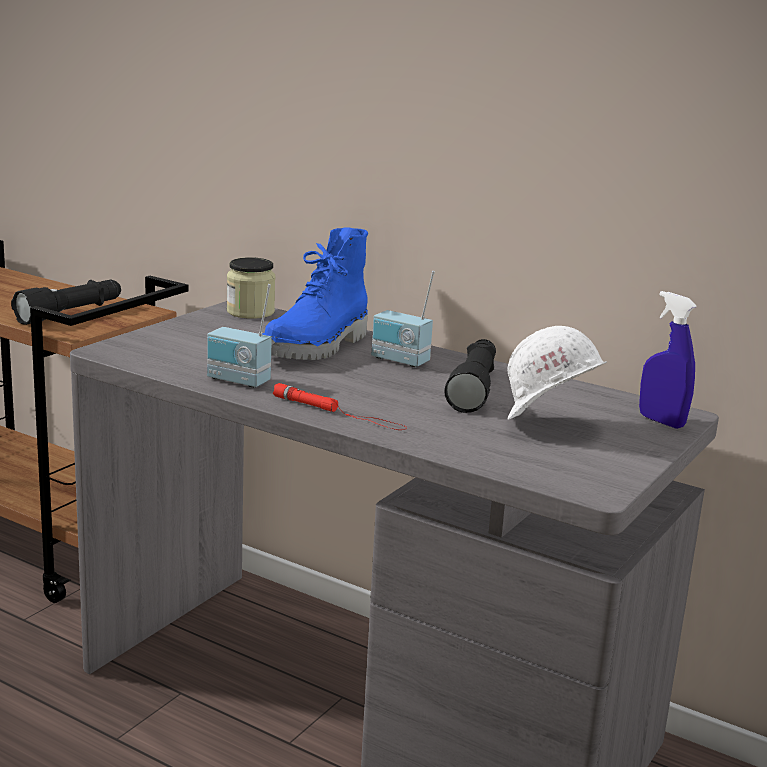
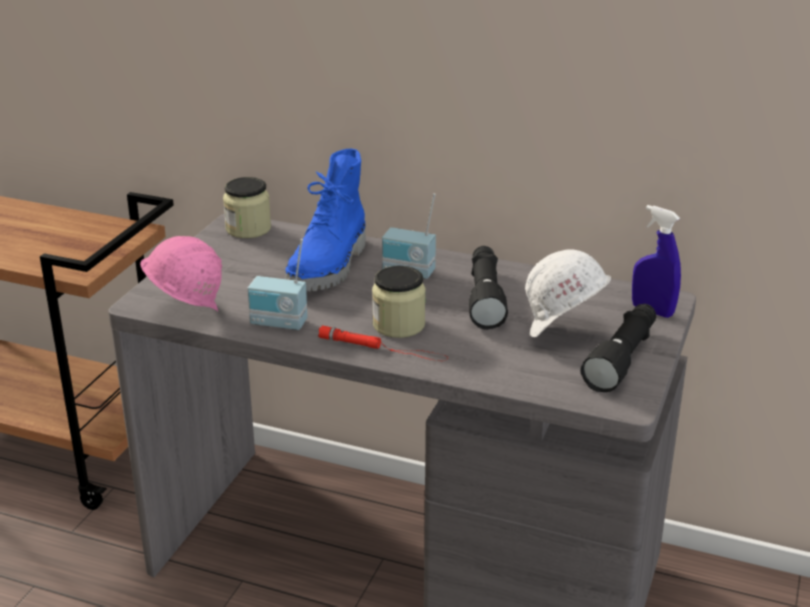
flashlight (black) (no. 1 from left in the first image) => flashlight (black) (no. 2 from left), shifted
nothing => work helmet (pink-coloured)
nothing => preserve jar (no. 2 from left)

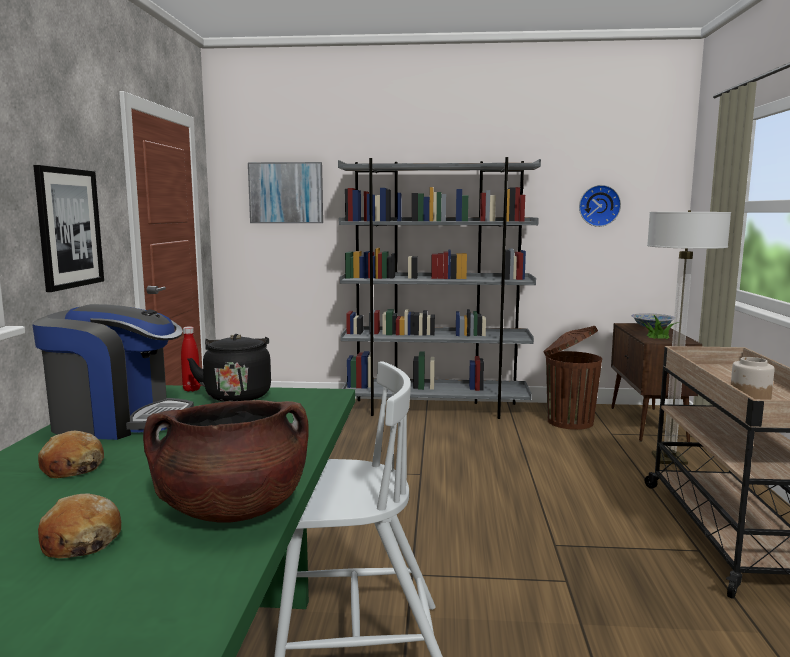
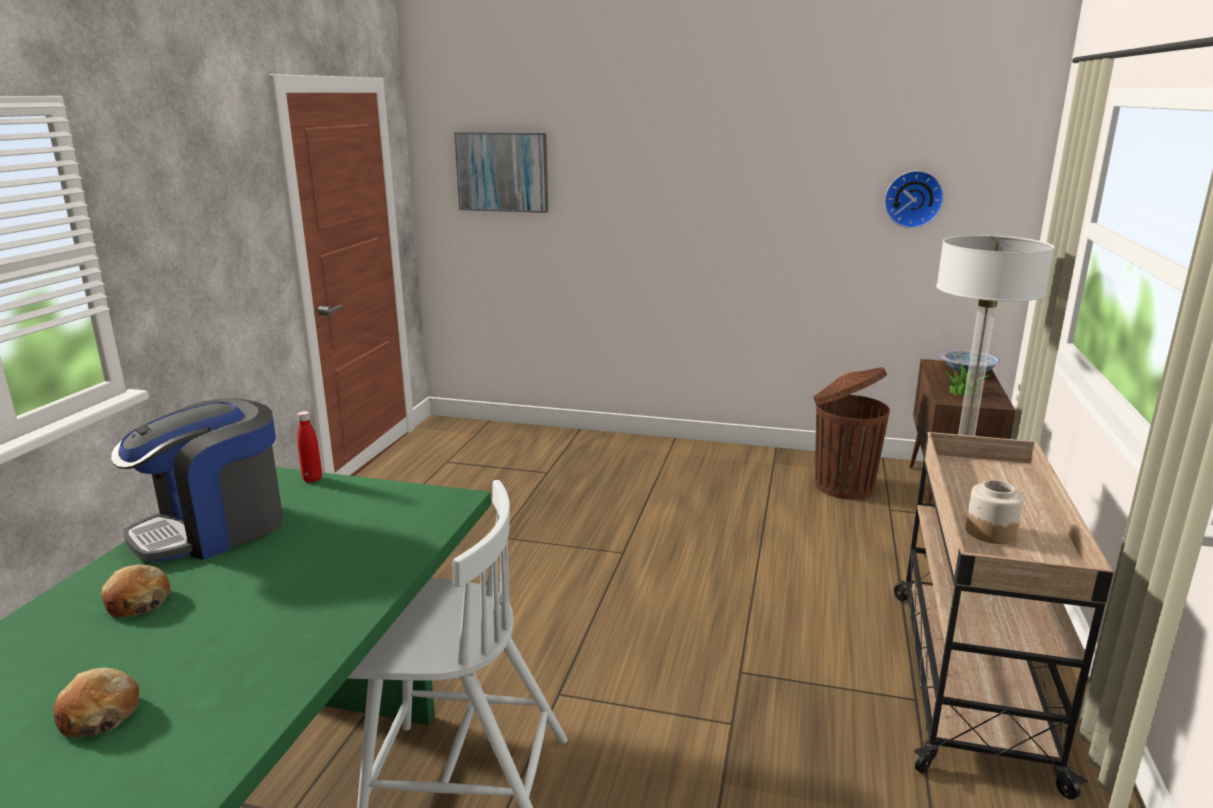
shelving unit (gray) => nothing
wall picture (no. 1 from left) => nothing
coffee brewer, 120 degrees clockwise
tea kettle (black) => nothing
stockpot (brown) => nothing

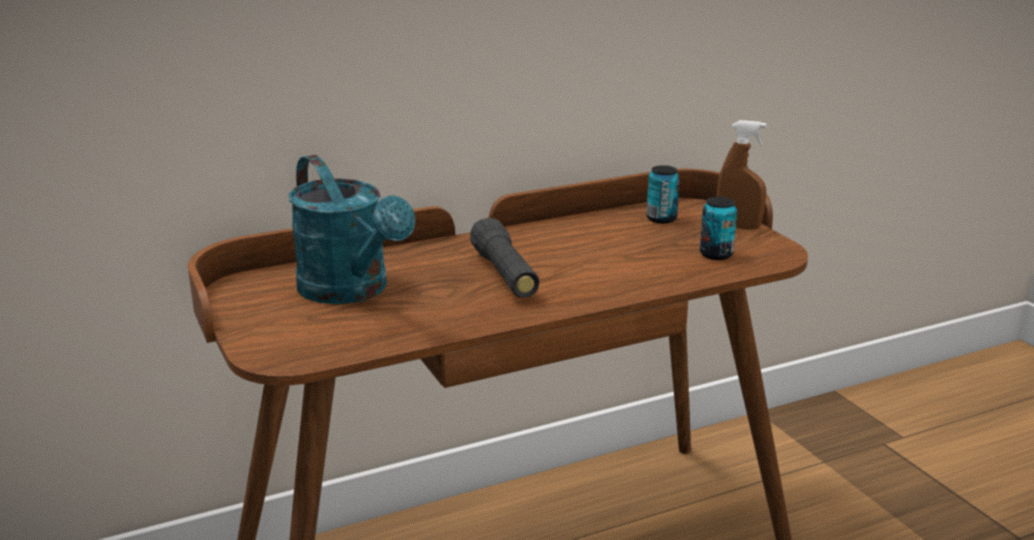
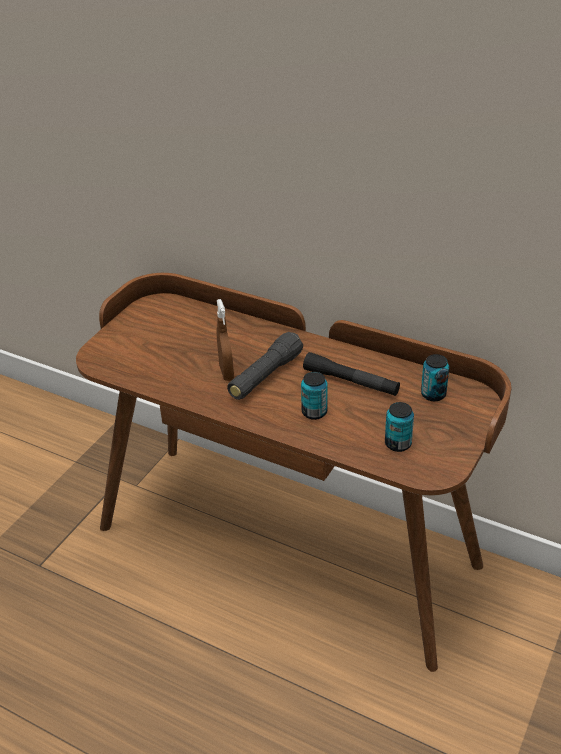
spray bottle (brown), shifted
sprinkling can (turquoise) => nothing
nothing => flashlight (black) (no. 2 from left)
nothing => can (no. 1 from left)

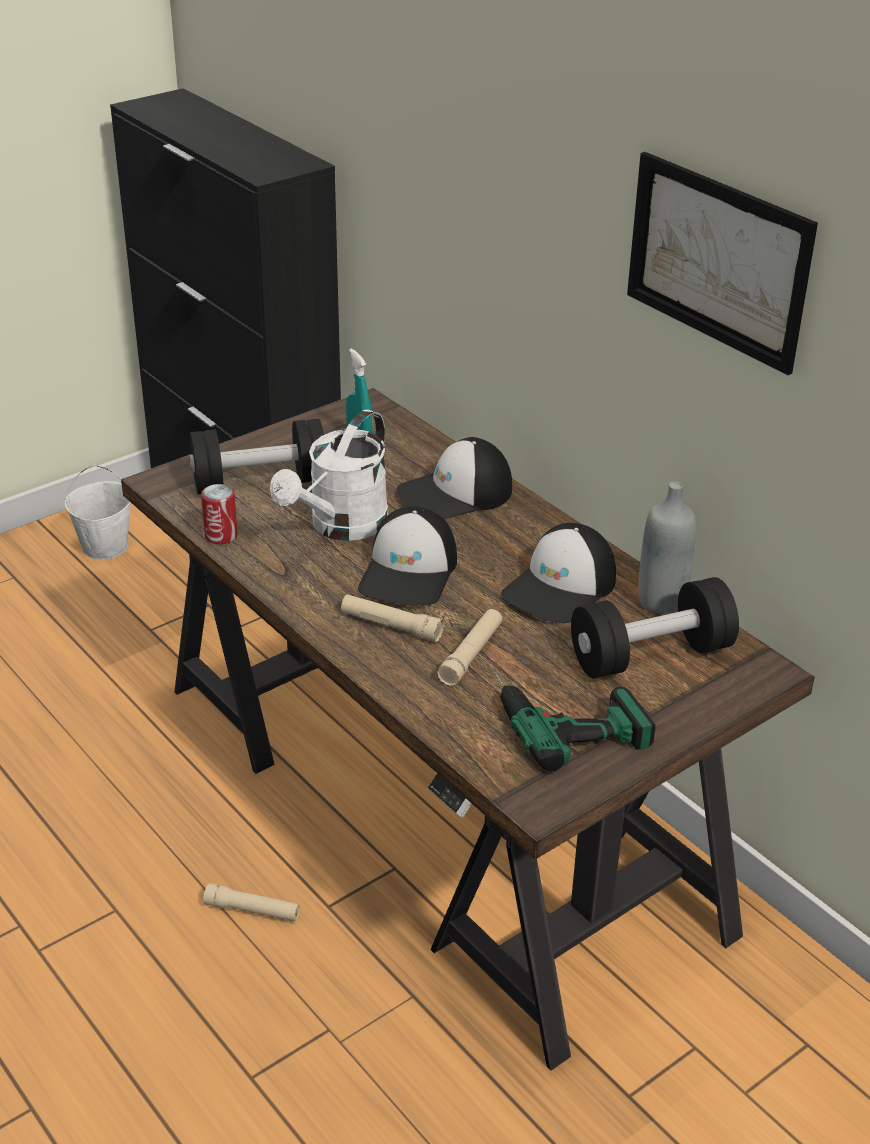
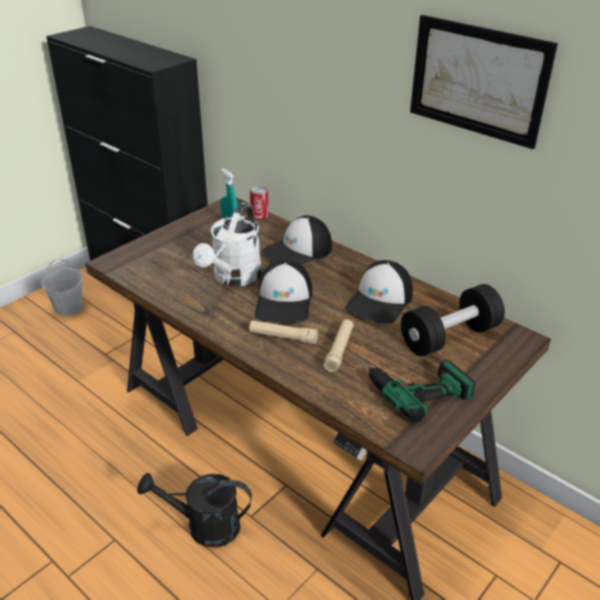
dumbbell (black) (no. 1 from left) => nothing
bottle (gray) => nothing
can, shifted
flashlight (beige) (no. 1 from left) => sprinkling can (black)

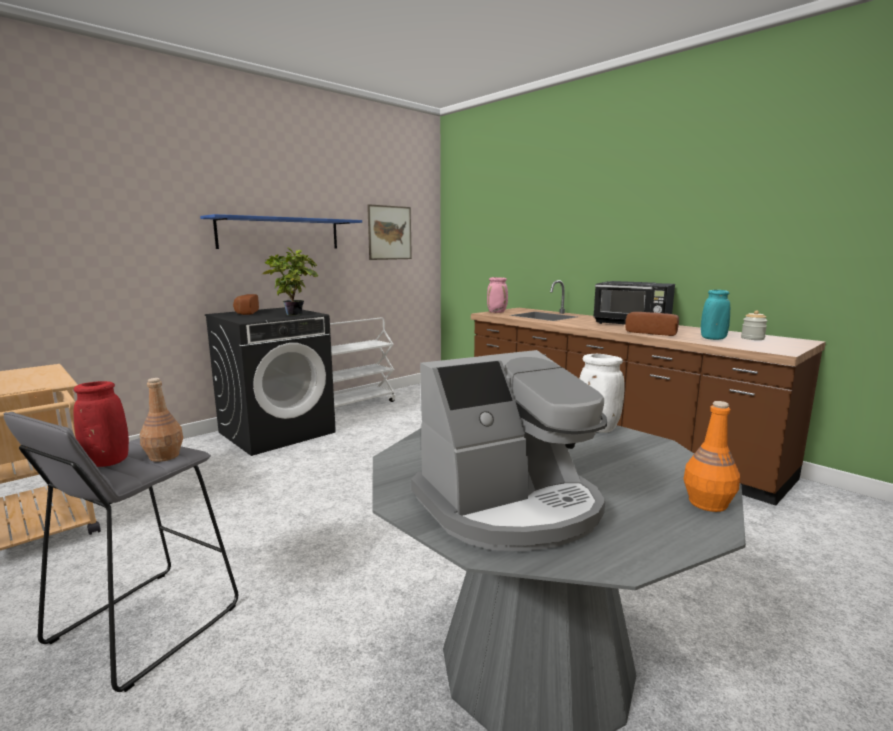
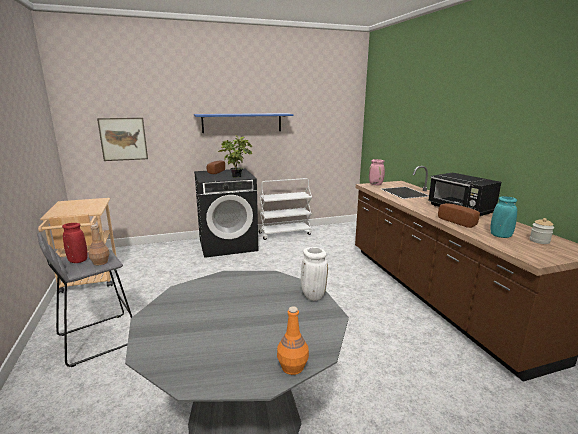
wall picture, shifted
coffee brewer => nothing

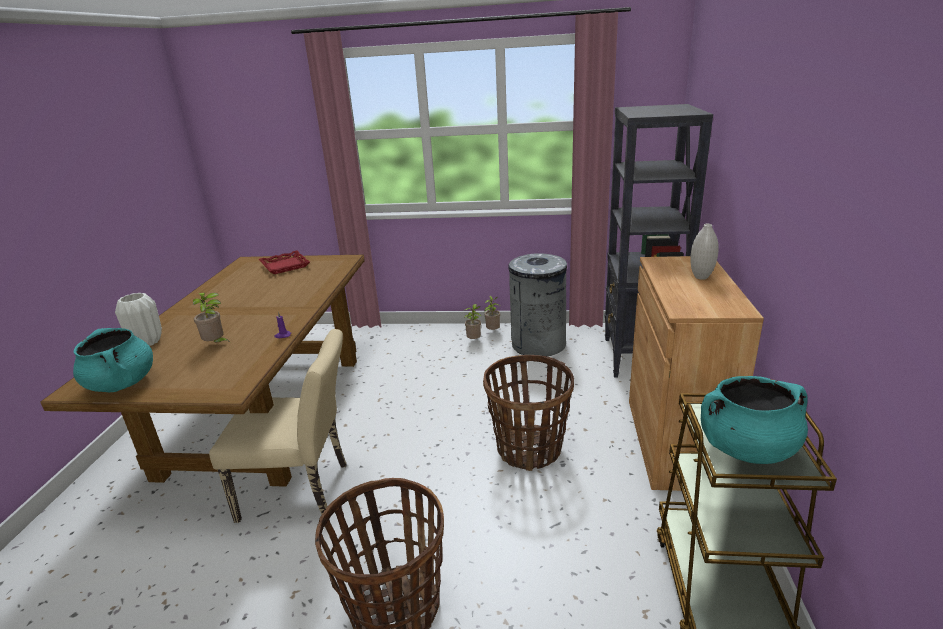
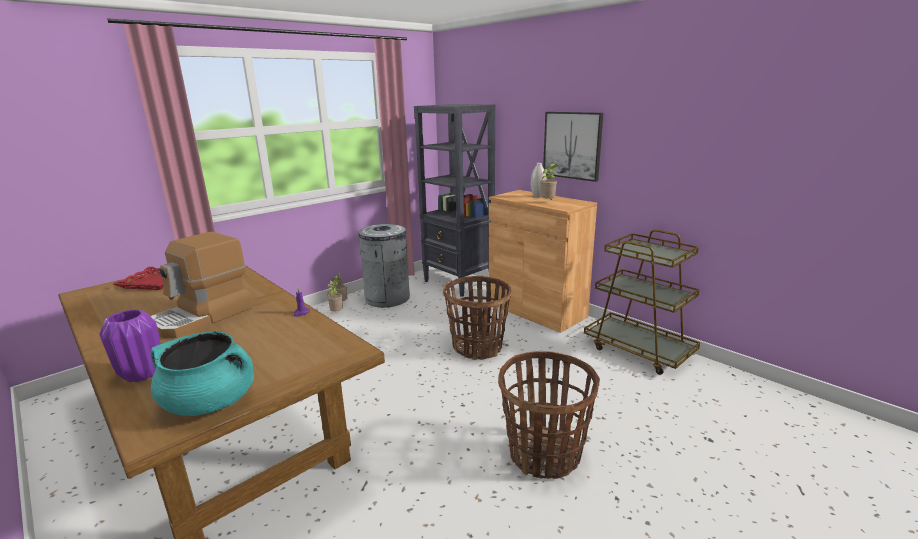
flower vase (whitish) (no. 1 from left) => flower vase (purple)
potted plant (no. 1 from left in the first image) => potted plant (no. 3 from left), shifted
upright chair (beige) => nothing
stockpot (turquoise) (no. 2 from left) => nothing
nothing => wall picture
nothing => coffee brewer

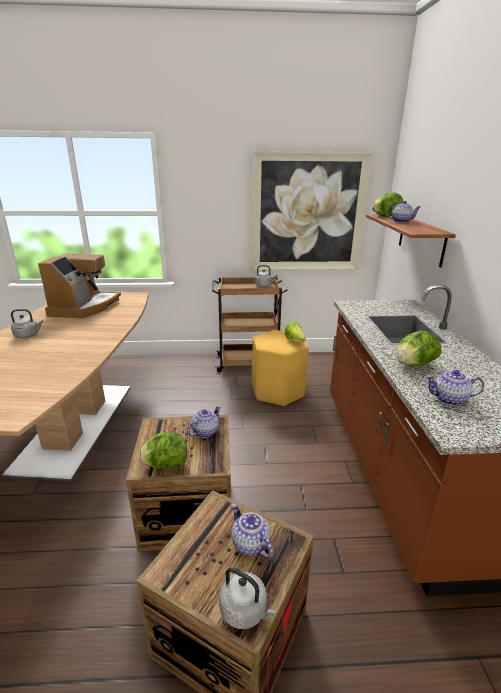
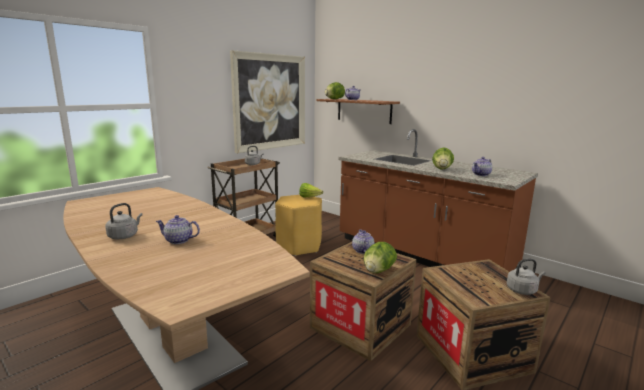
coffee brewer => nothing
tea pot (no. 2 from left in the first image) => tea pot (no. 1 from left), shifted

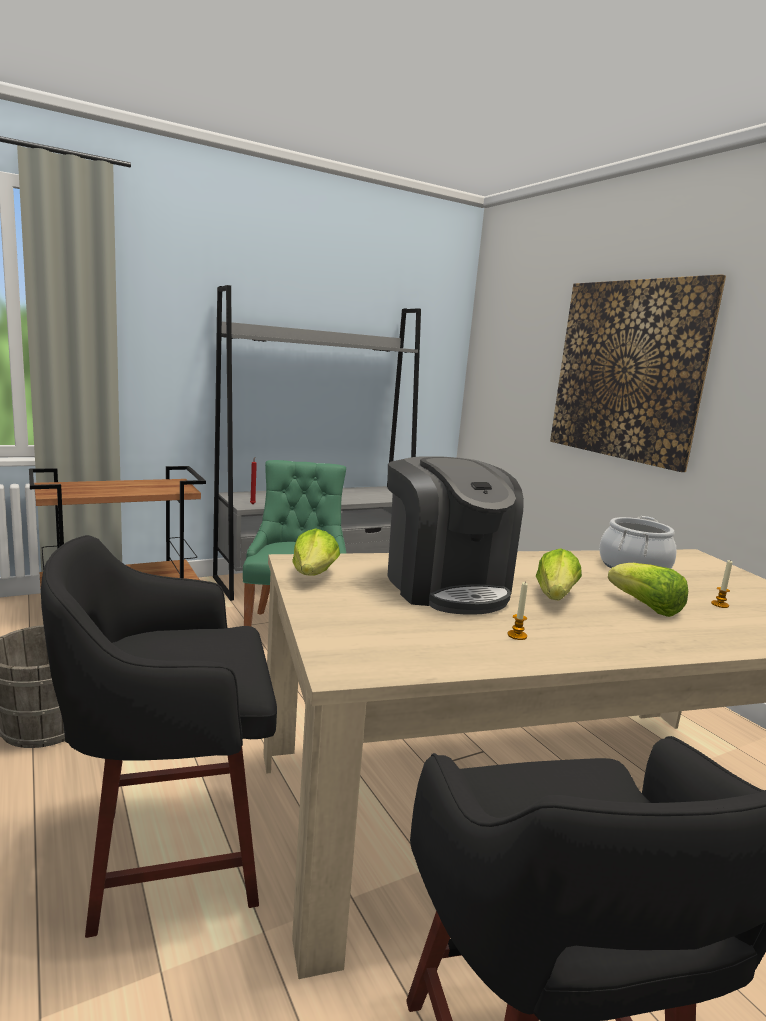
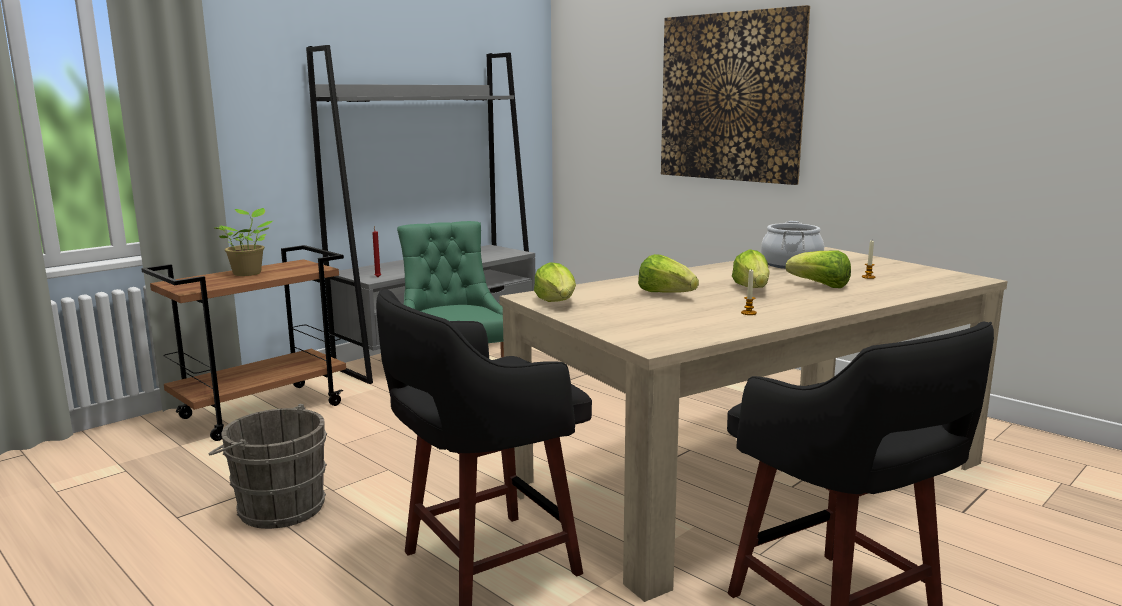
coffee brewer => lettuce (no. 2 from left)
nothing => potted plant

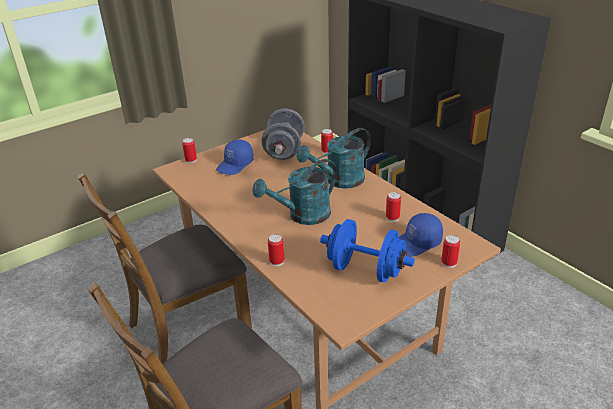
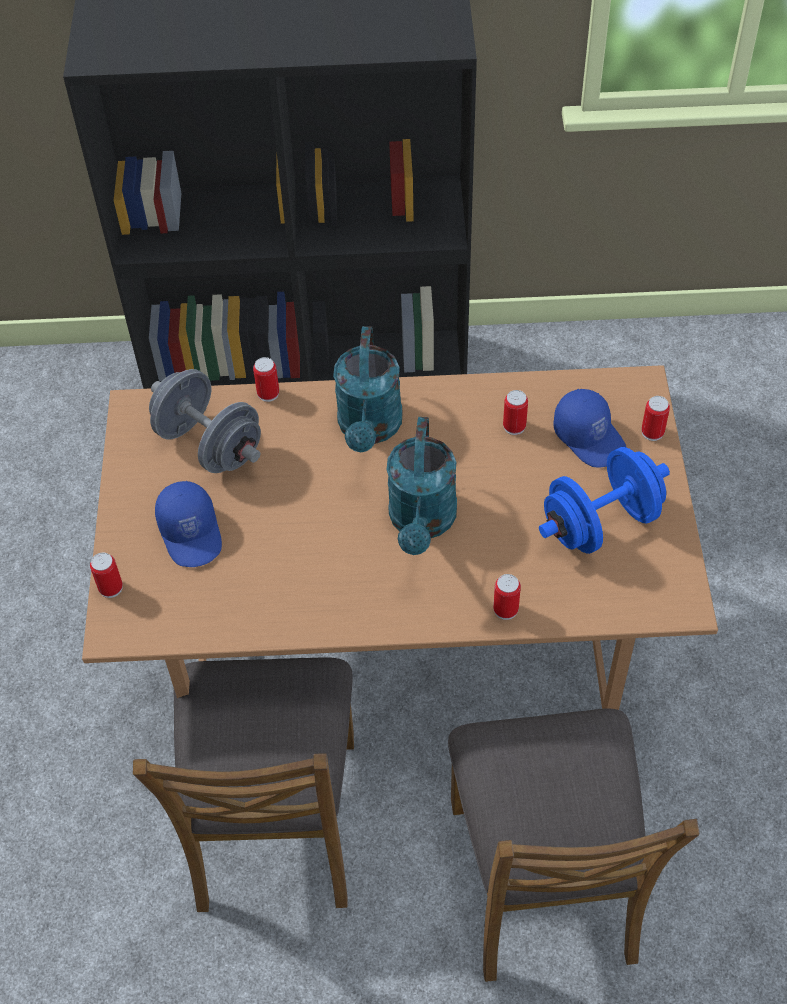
peaked cap (blue-coloured) (no. 2 from left), 45 degrees counterclockwise

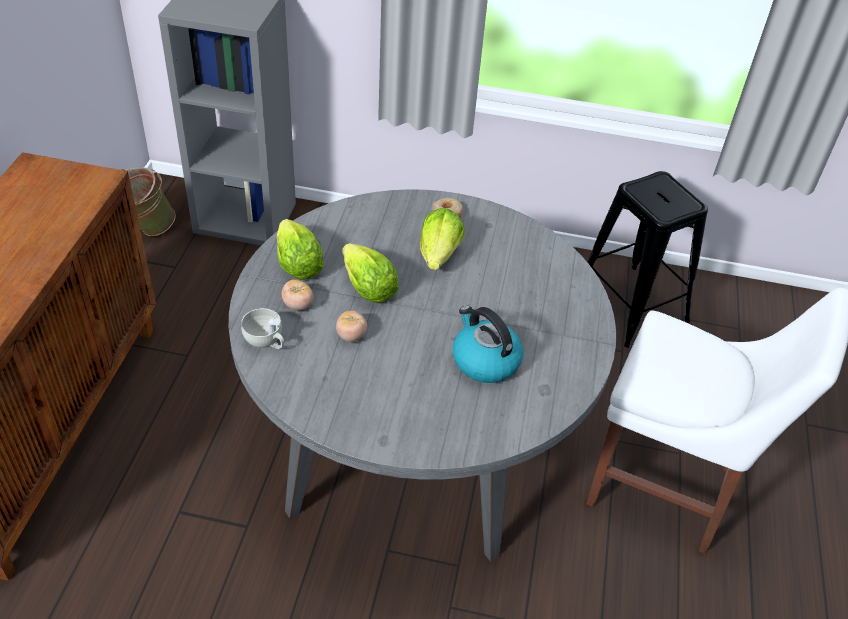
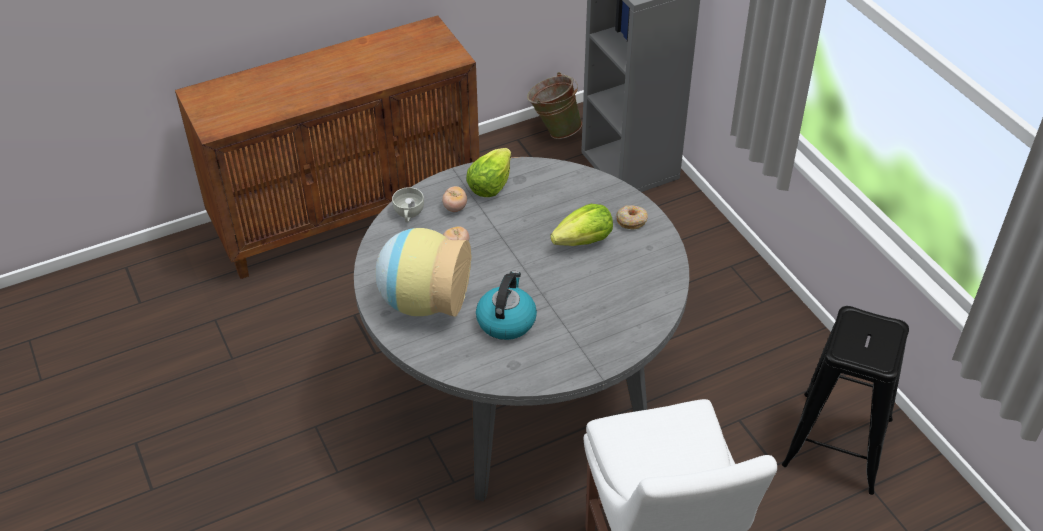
lettuce (no. 2 from left) => nothing
nothing => flower vase

